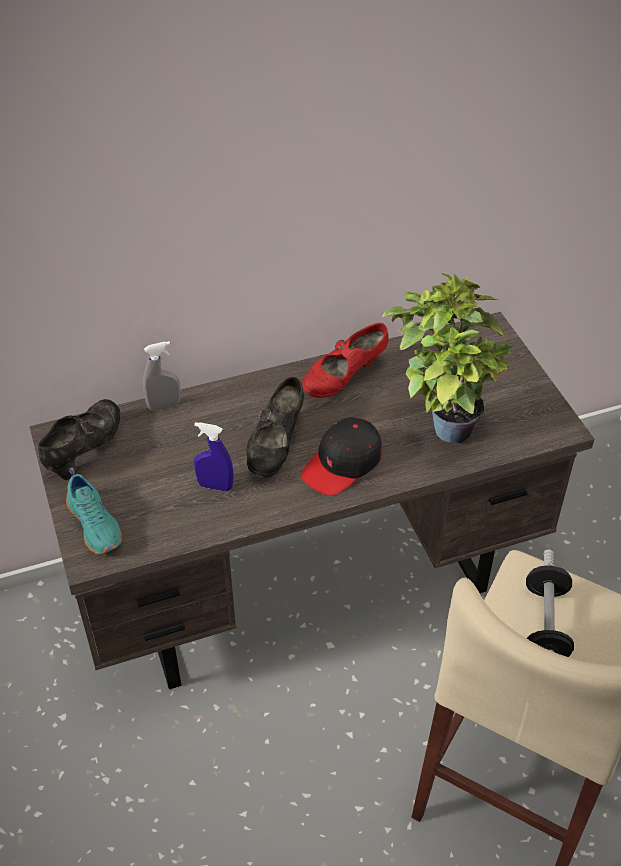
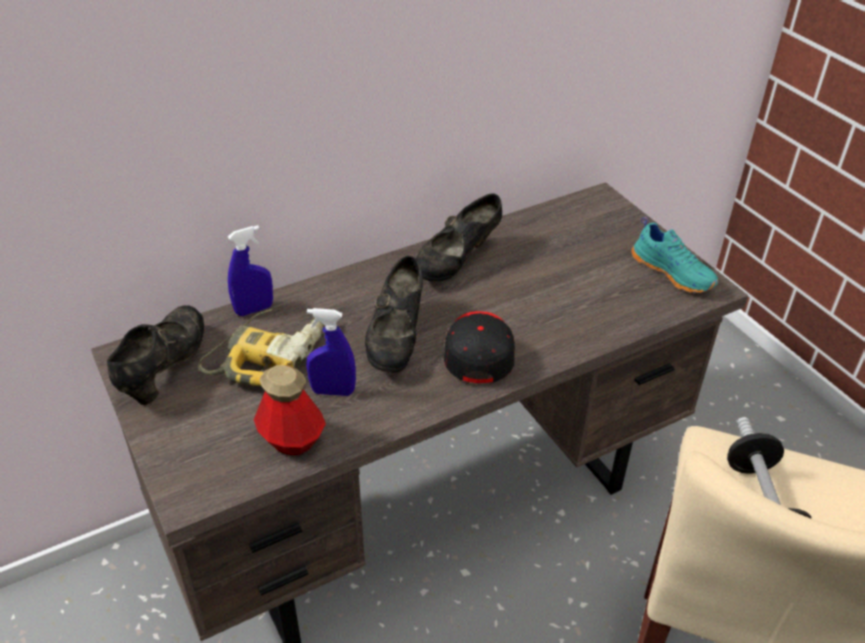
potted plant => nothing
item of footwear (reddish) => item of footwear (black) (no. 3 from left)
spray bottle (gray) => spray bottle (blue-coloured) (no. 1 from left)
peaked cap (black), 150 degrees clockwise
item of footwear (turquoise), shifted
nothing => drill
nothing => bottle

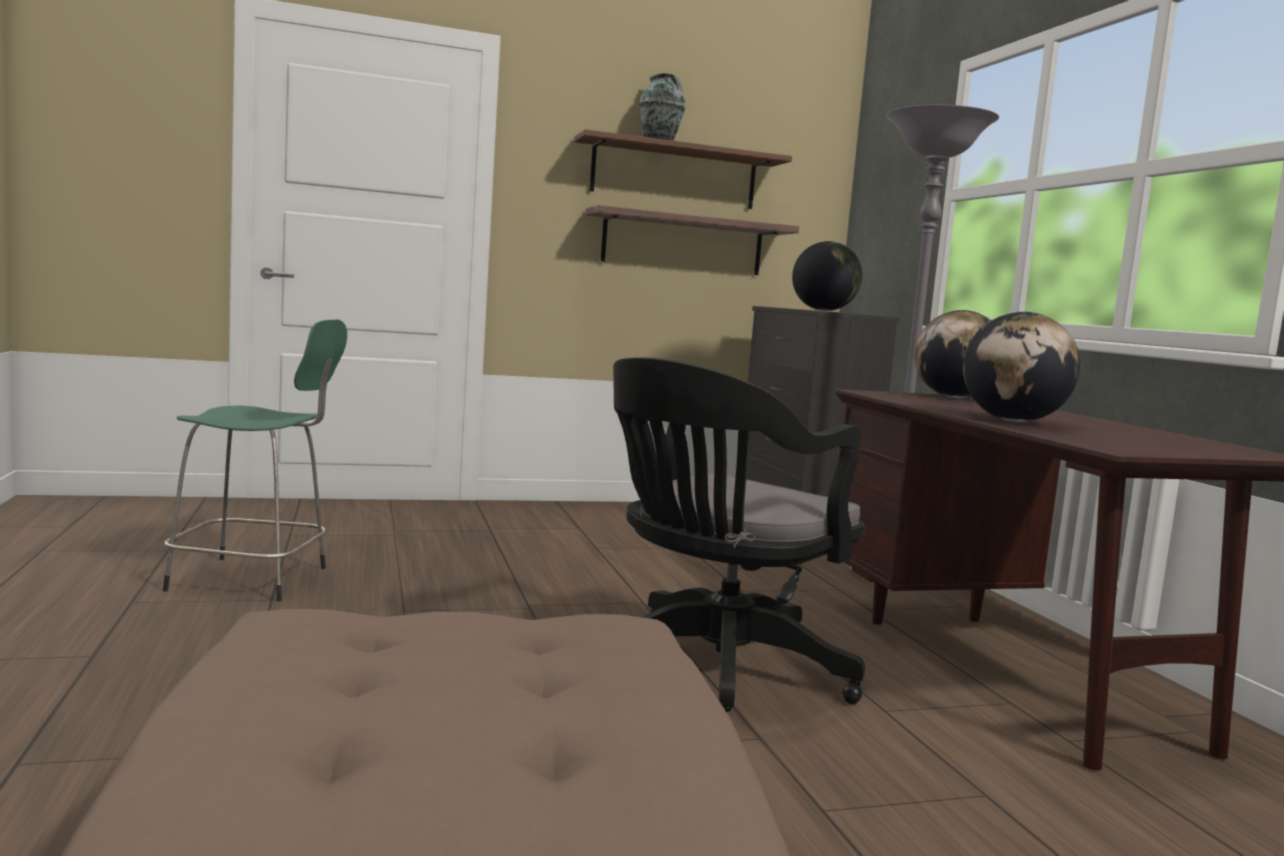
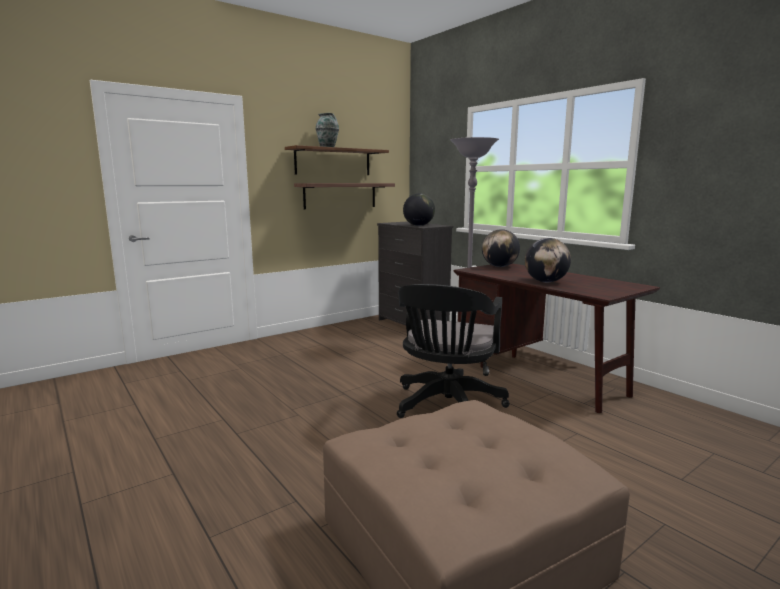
stool (greenish) => nothing

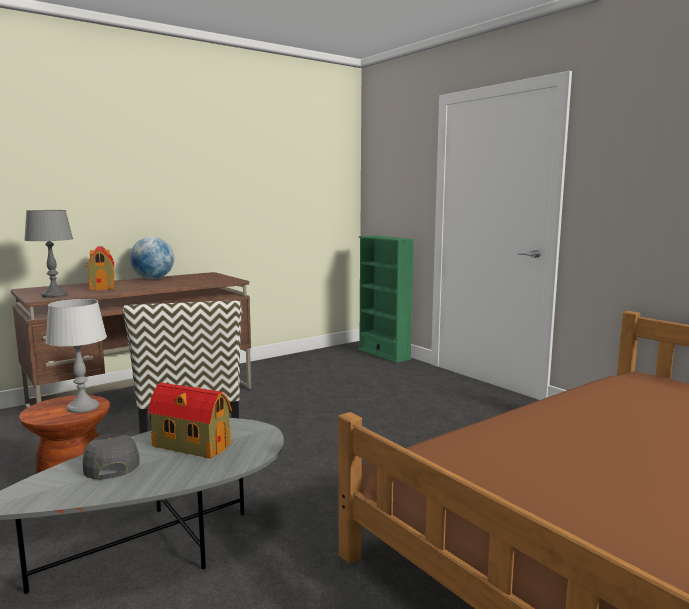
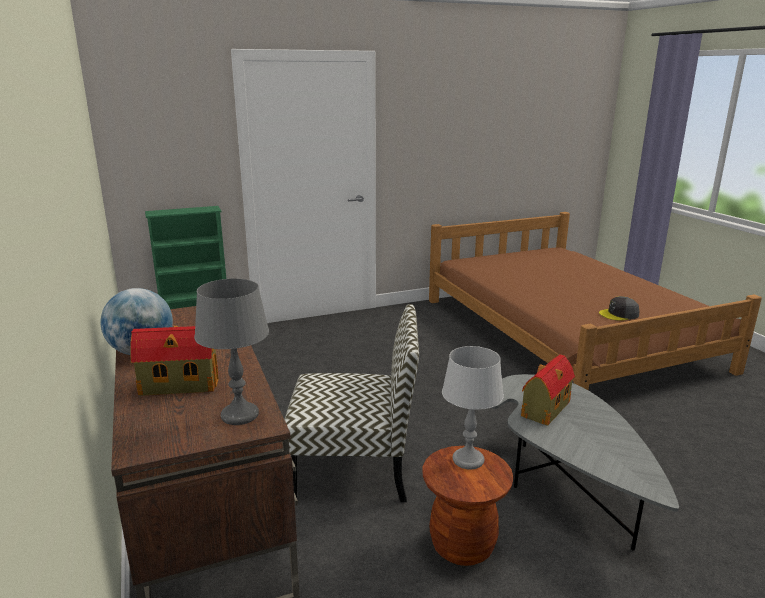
peaked cap (gray), shifted

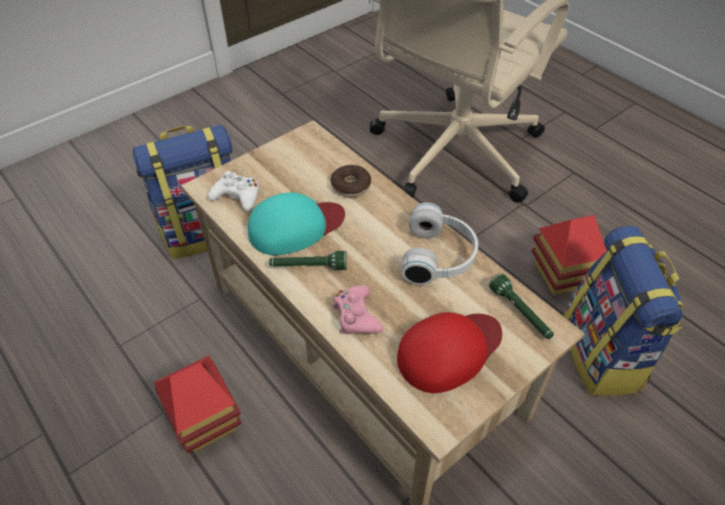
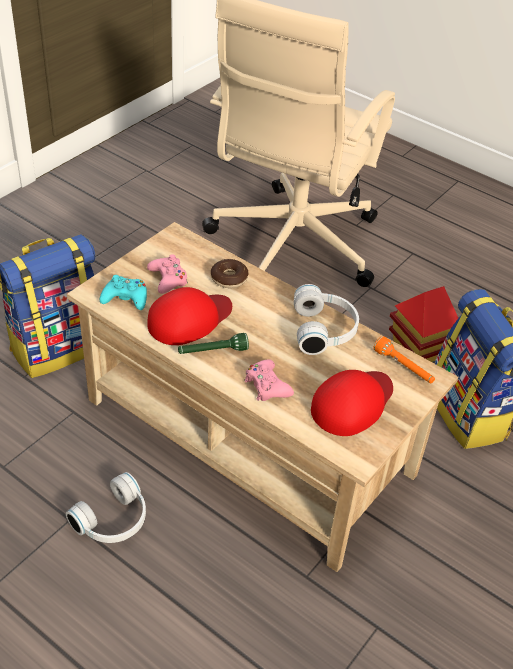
game controller (whitish) => game controller (turquoise)
peaked cap (turquoise) => peaked cap (reddish) (no. 1 from left)
flashlight (greenish) (no. 2 from left) => flashlight (orangey)
miniature house (no. 1 from left) => headset (whitish) (no. 1 from left)
nothing => game controller (pink-coloured) (no. 1 from left)

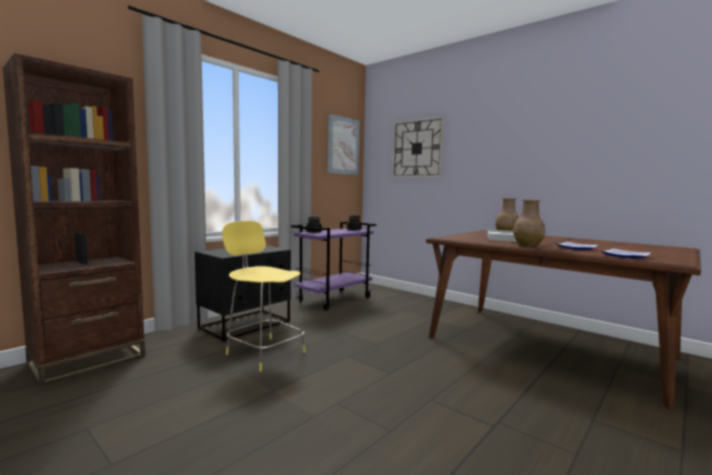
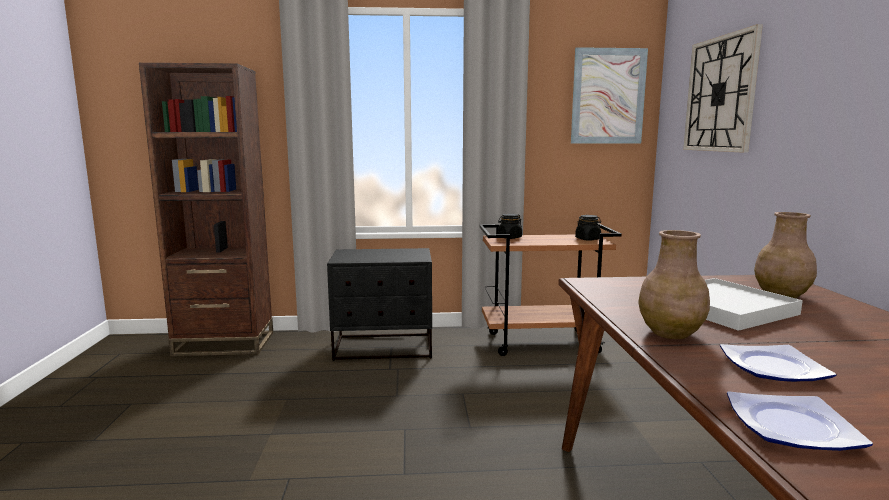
stool (yellow-coloured) => nothing
wheeled cart (purple) => wheeled cart (brown)

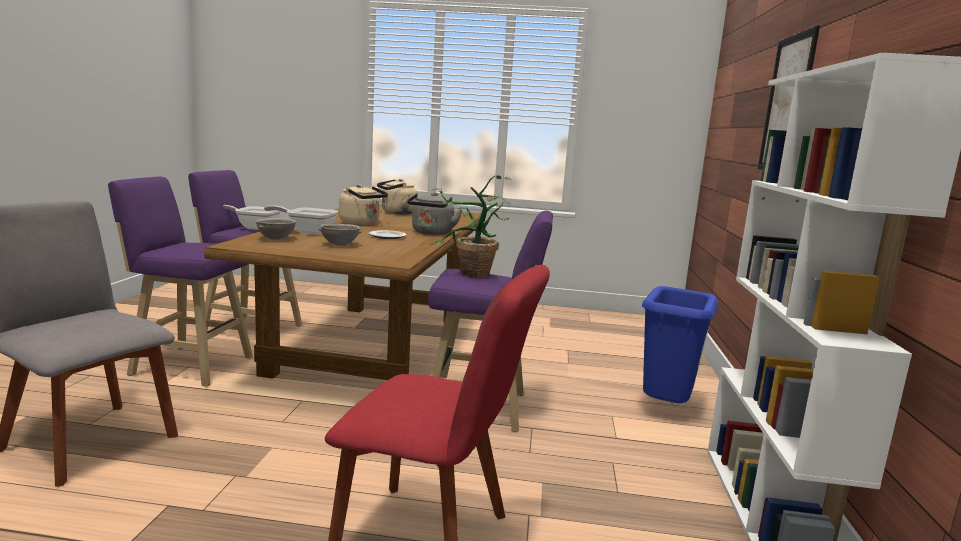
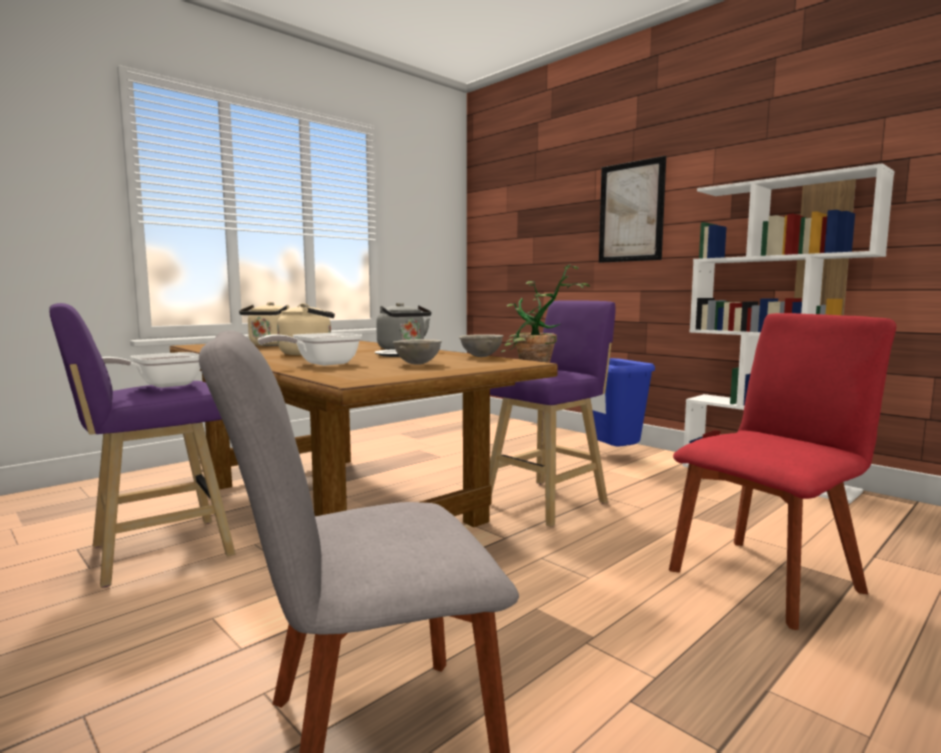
stool (purple) (no. 1 from left) => nothing
bowl (gray) (no. 1 from left in the first image) => bowl (gray) (no. 2 from left), shifted

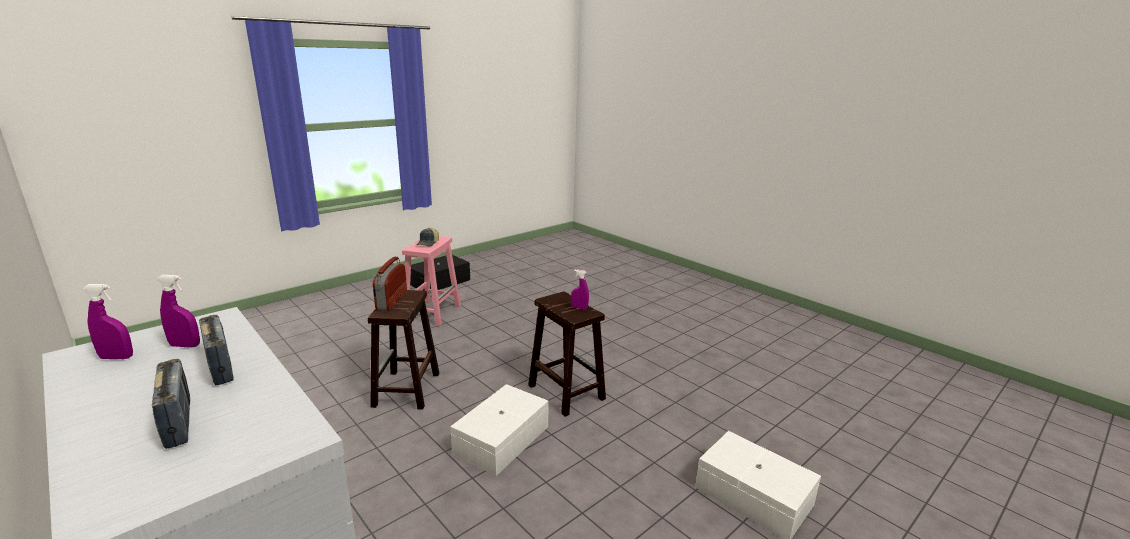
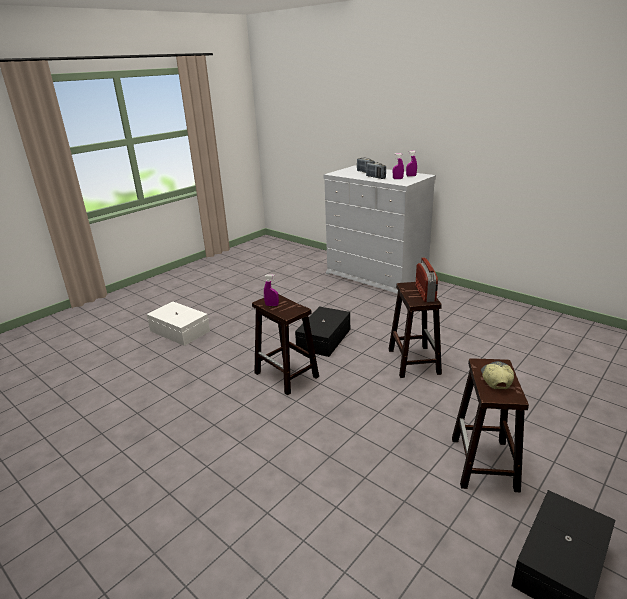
stool (pink-coloured) => stool (brown) (no. 3 from left)
storage bin (whitish) (no. 1 from left) => storage bin (black) (no. 1 from left)

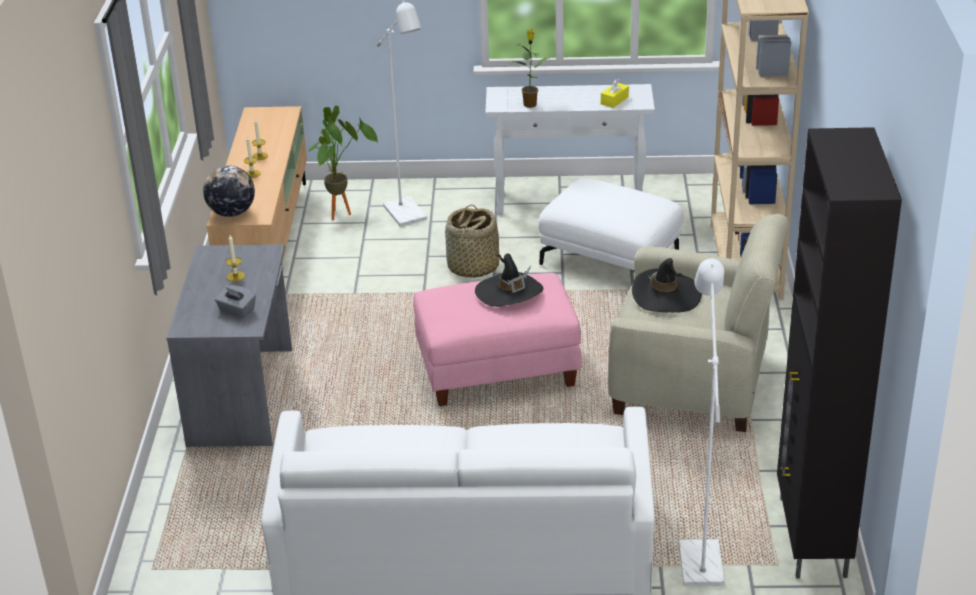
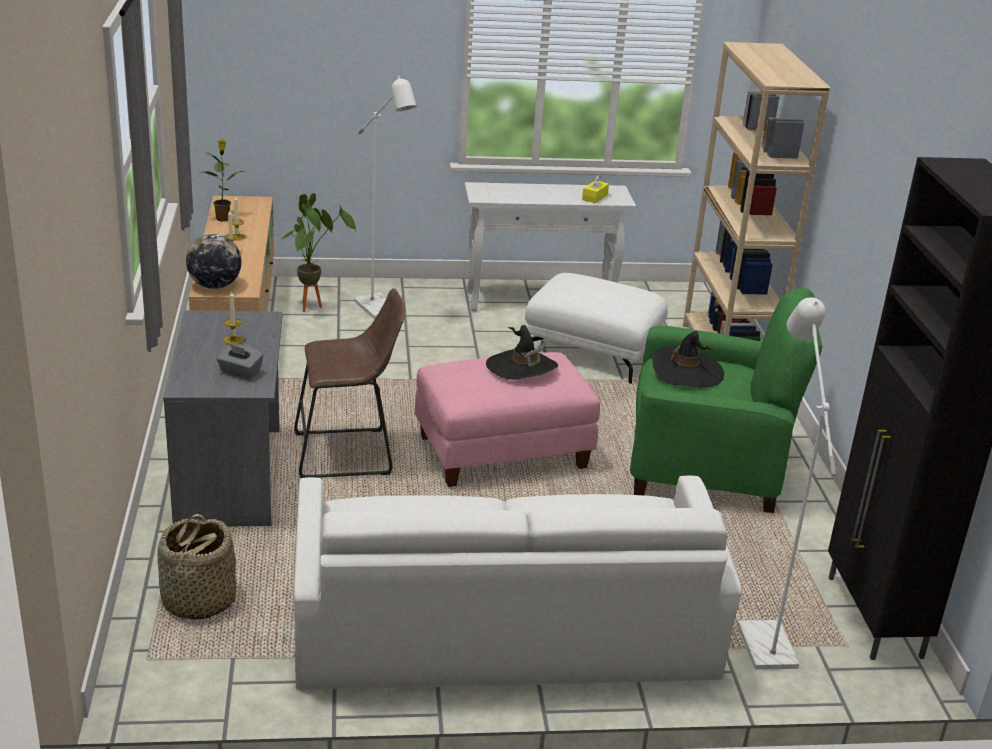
potted plant (no. 2 from left in the first image) => potted plant (no. 1 from left), shifted
storage basket, shifted
lounge chair (beige) => lounge chair (greenish)
nothing => stool (brown)

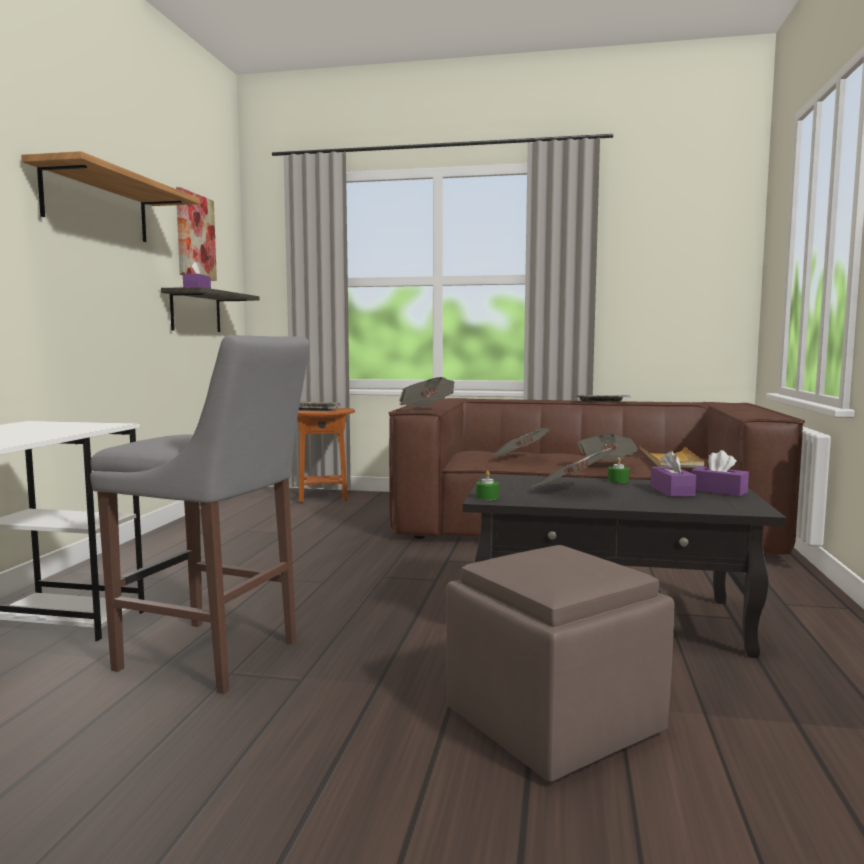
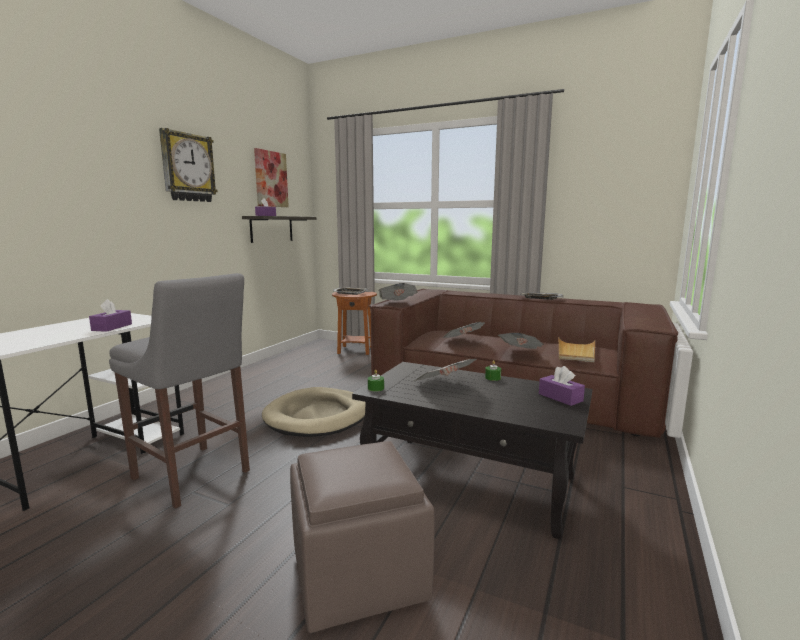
wall shelf (no. 1 from left) => hanging clock
box of tissues (purple) (no. 2 from left in the first image) => box of tissues (purple) (no. 1 from left), shifted
nothing => pet bed (beige)

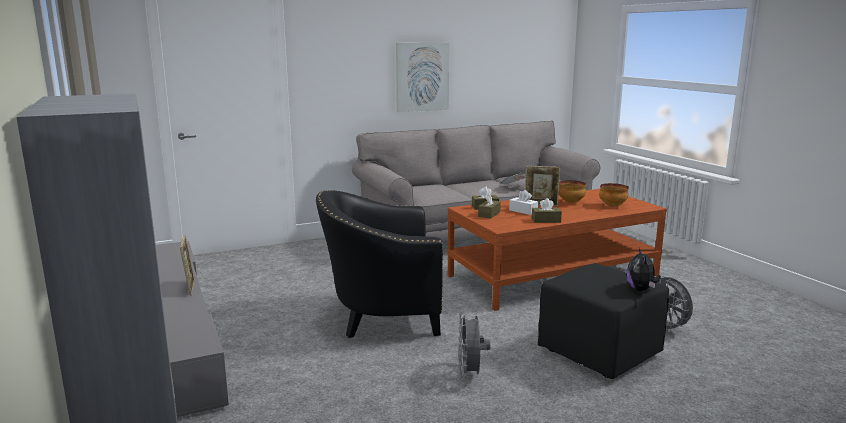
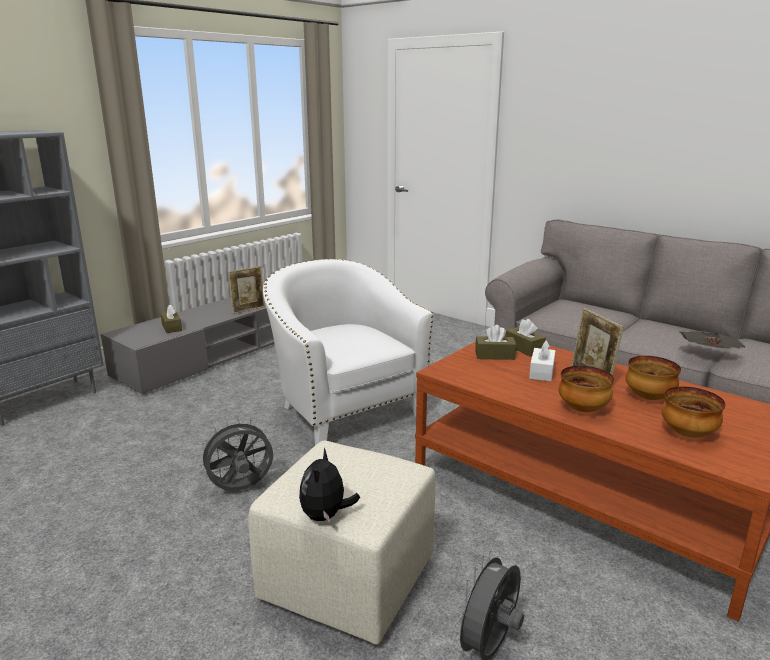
wall picture => nothing
lounge chair (black) => lounge chair (whitish)
box of tissues (brown) (no. 3 from left in the first image) => box of tissues (brown) (no. 1 from left), shifted
cuddly toy, 60 degrees counterclockwise
ottoman (black) => ottoman (beige)
nothing => bowl (no. 1 from left)

